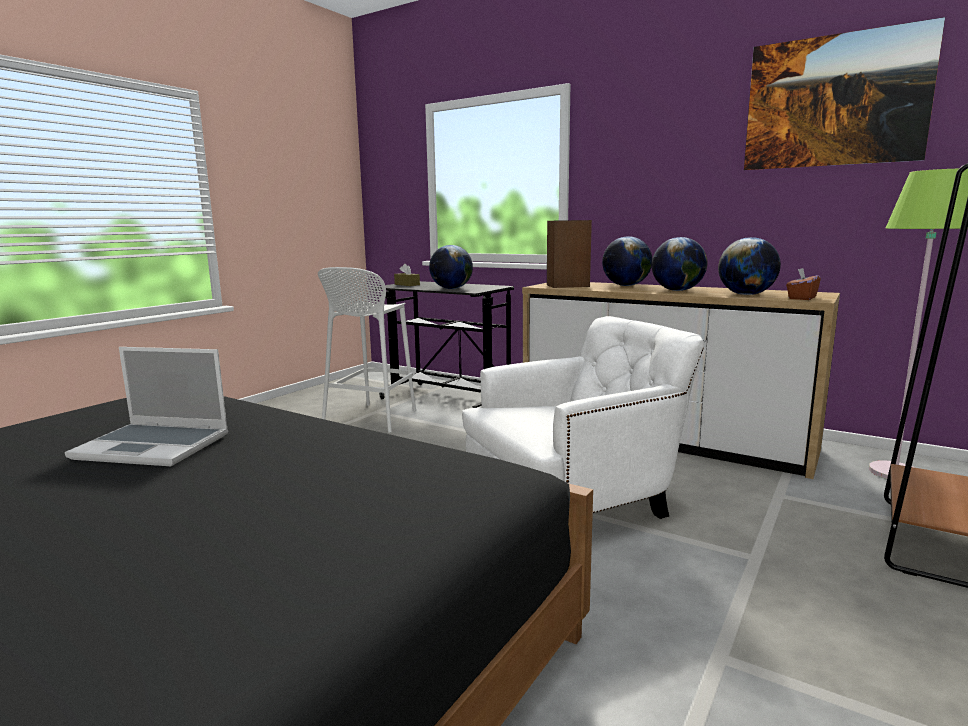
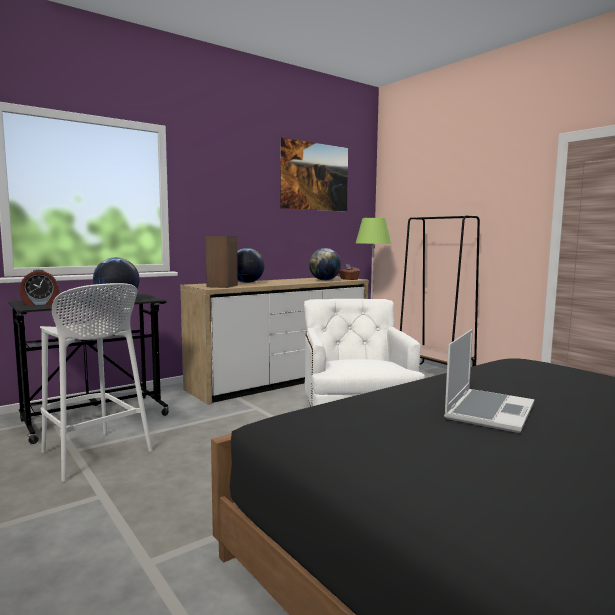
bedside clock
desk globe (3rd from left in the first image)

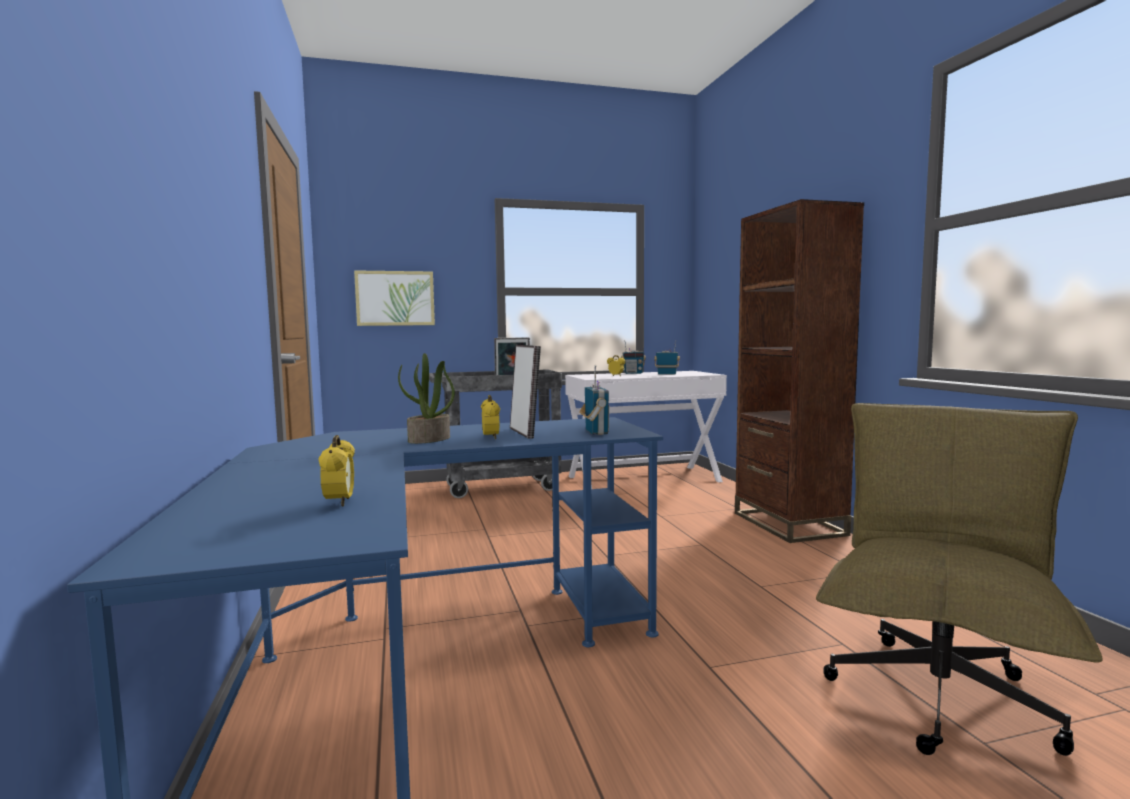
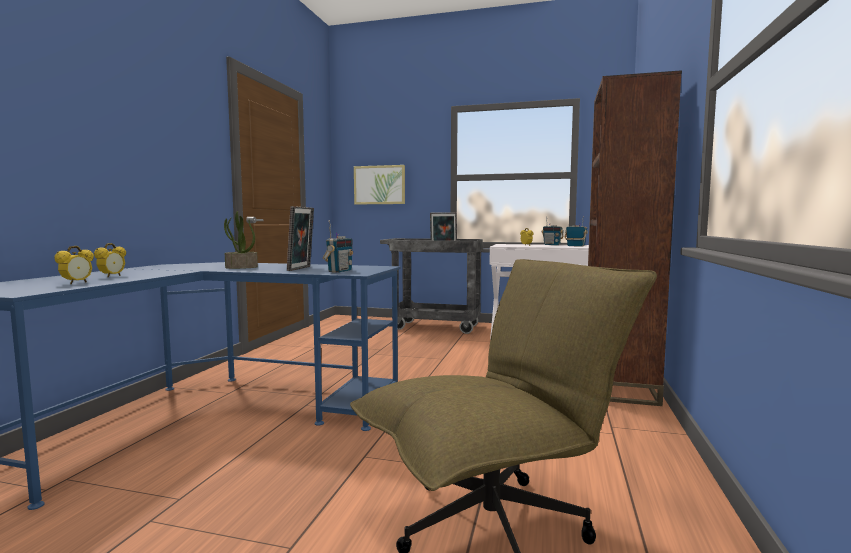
bedside clock (2nd from left)

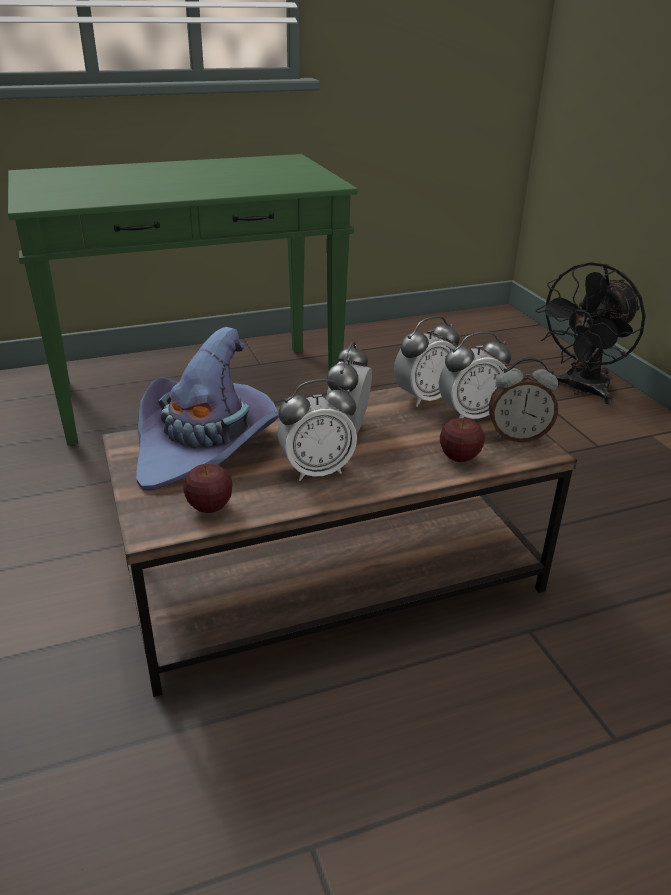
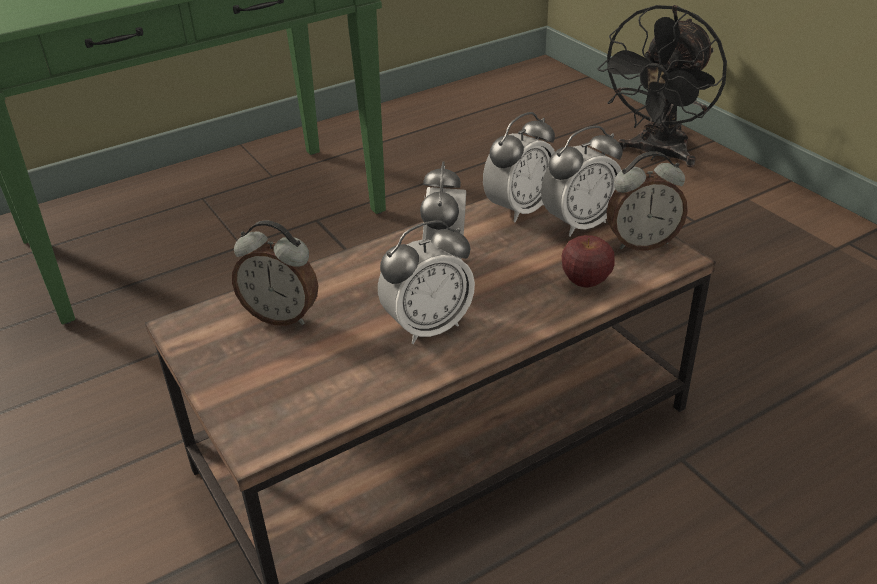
bedside clock (1st from left)
whole apple (1st from left in the first image)

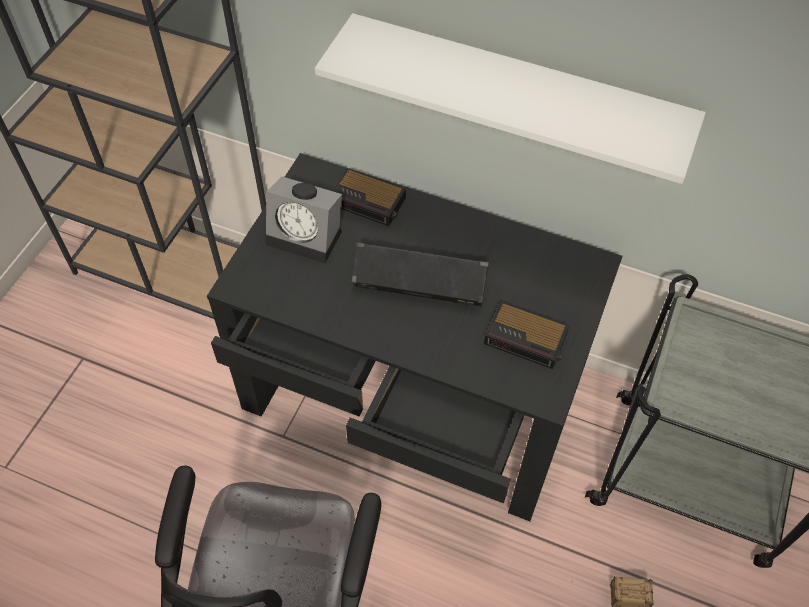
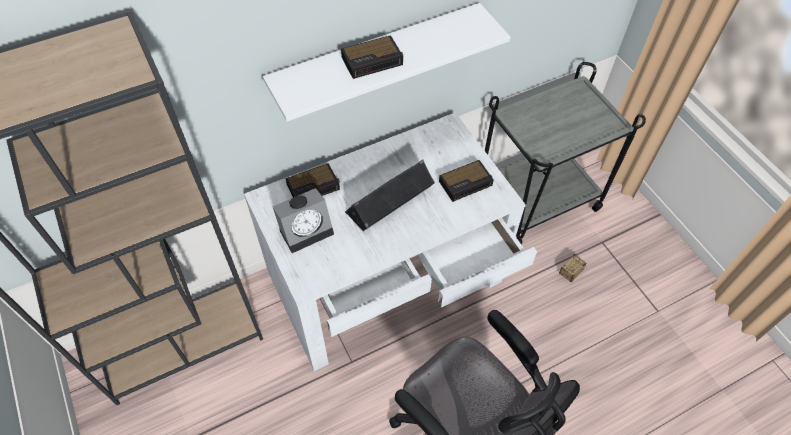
desk table/white
bedside clock (3rd from left)

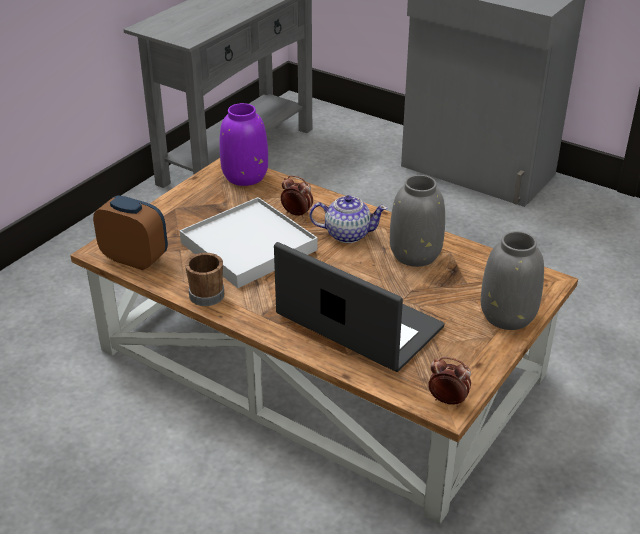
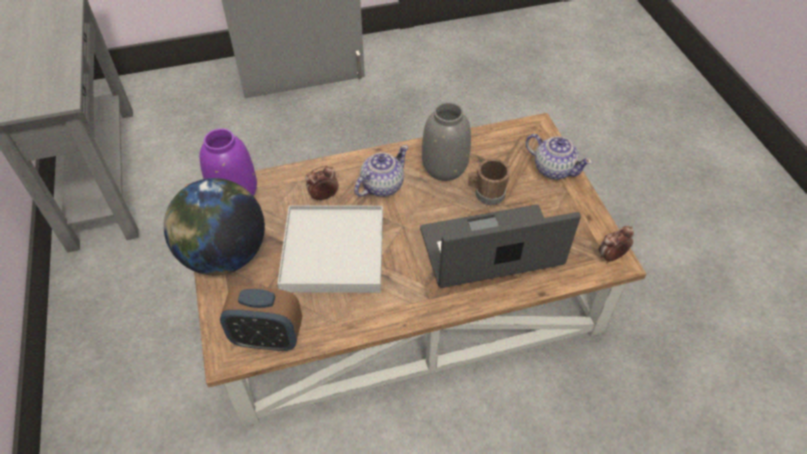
bedside clock (1st from left)
coffee mug/brownish
tea pot (2nd from left)
desk globe

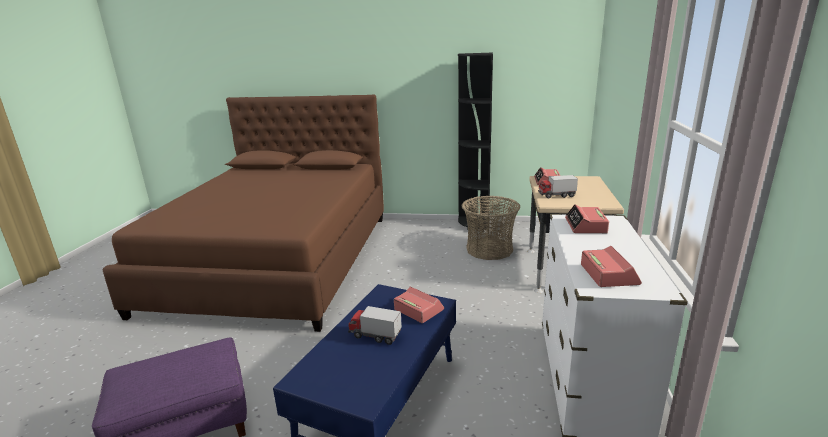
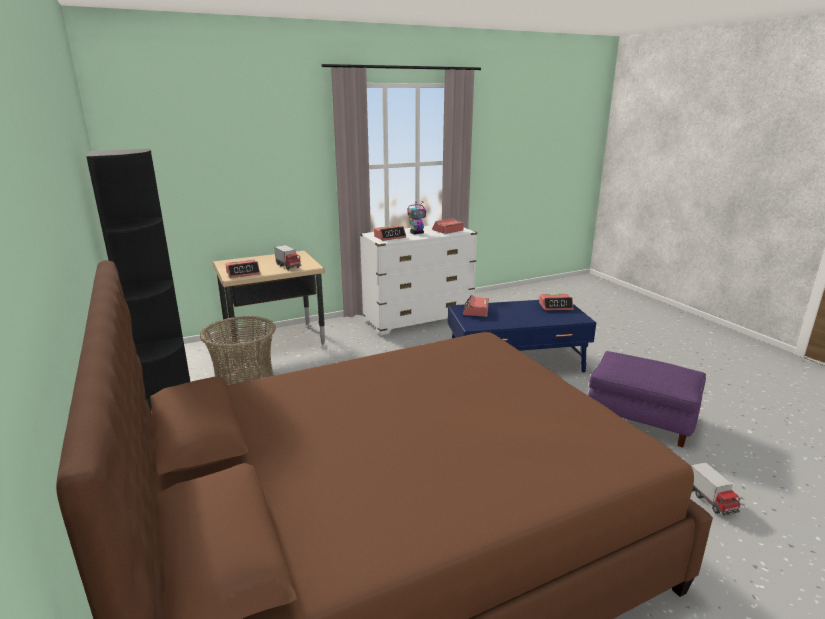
model truck (2nd from left)
model robot
bedside clock (5th from left)

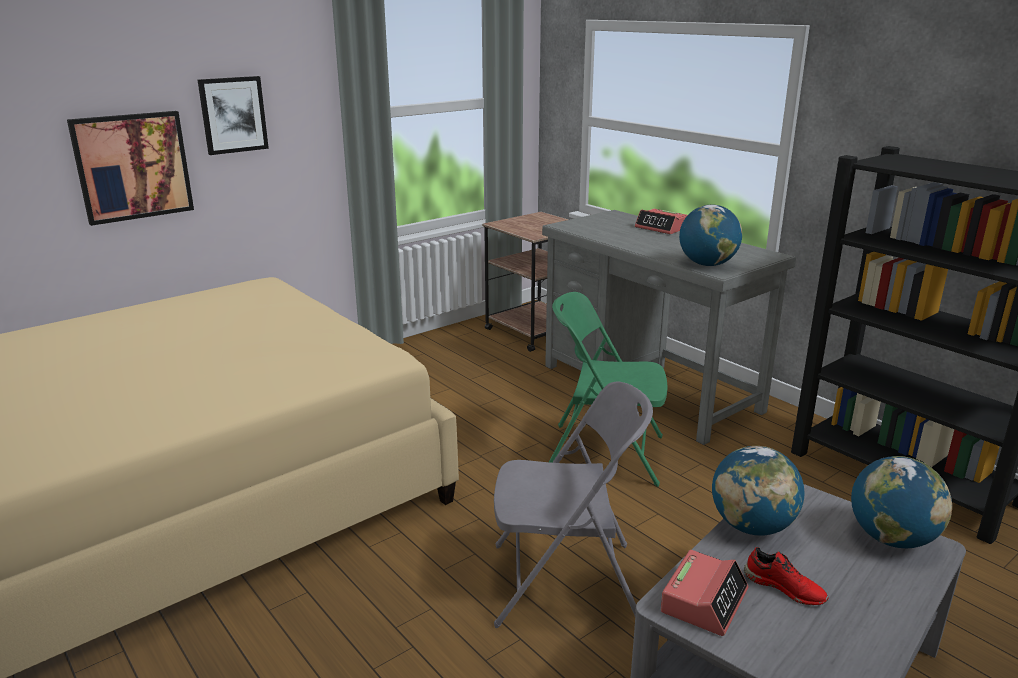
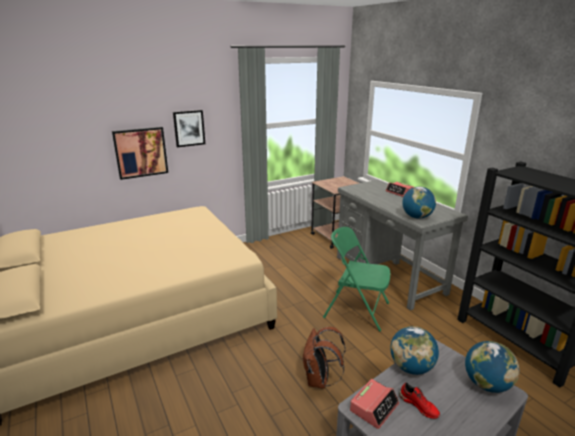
backpack/brownish

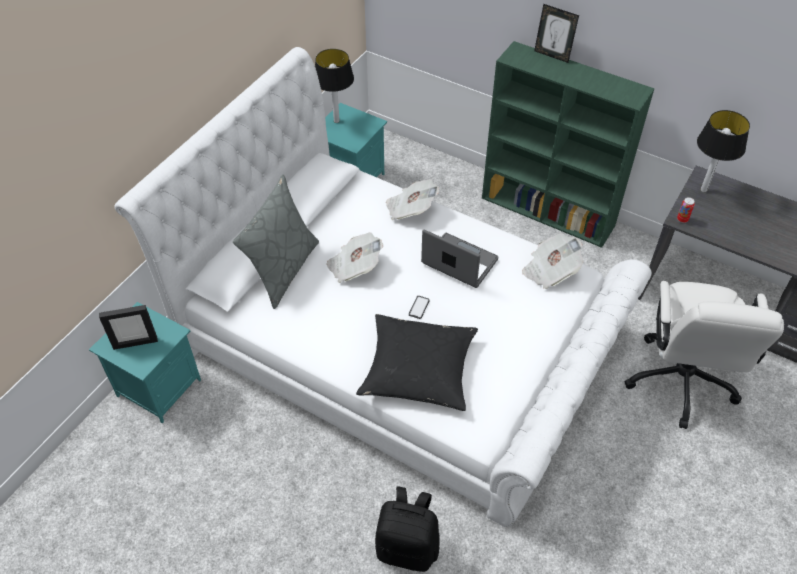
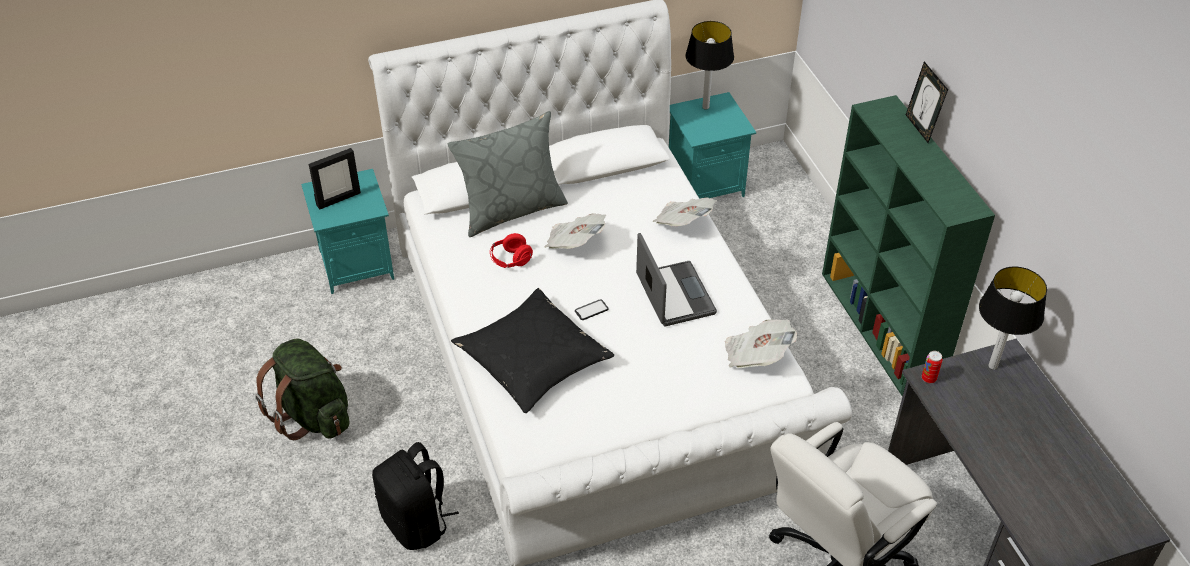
picture frame (1st from left)
backpack/greenish
headset/red-coloured

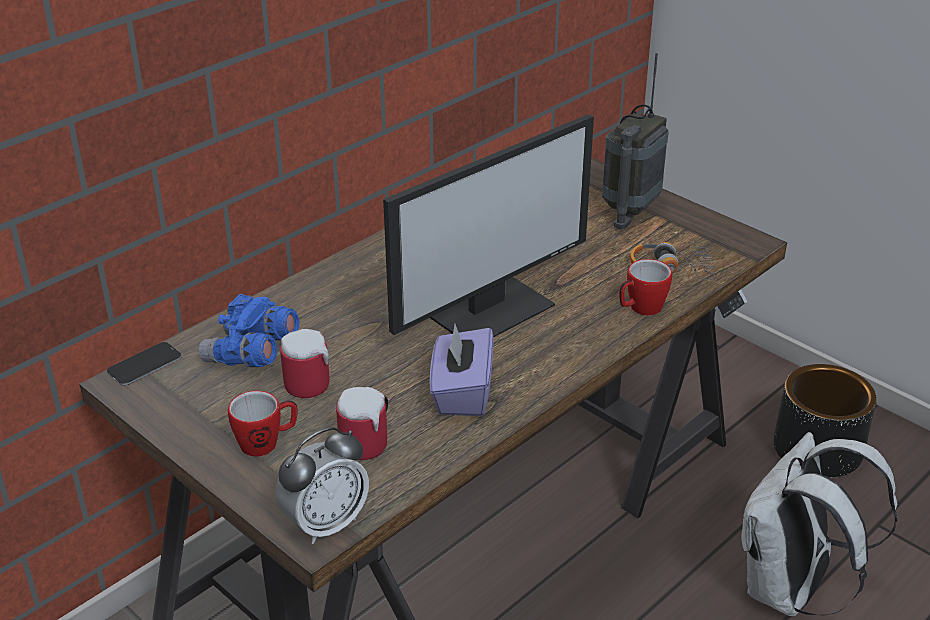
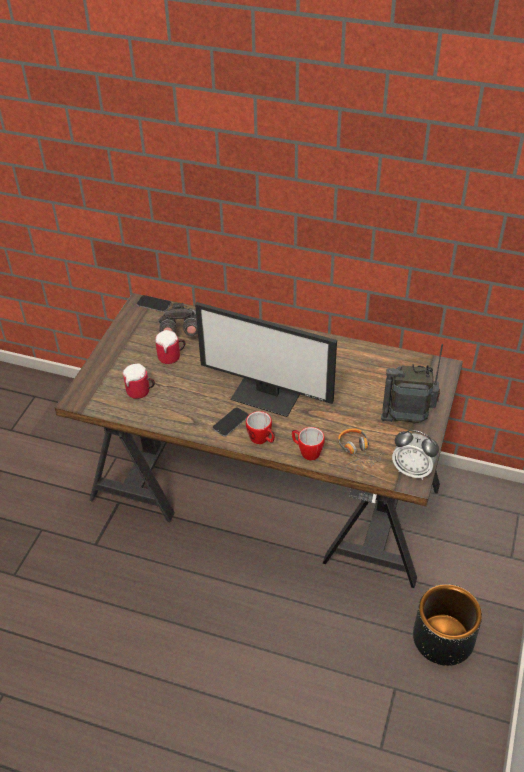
binoculars/gray
coffee mug (3rd from left)
bedside clock
box of tissues/purple-coloured
backpack/white
telephone (2nd from left)

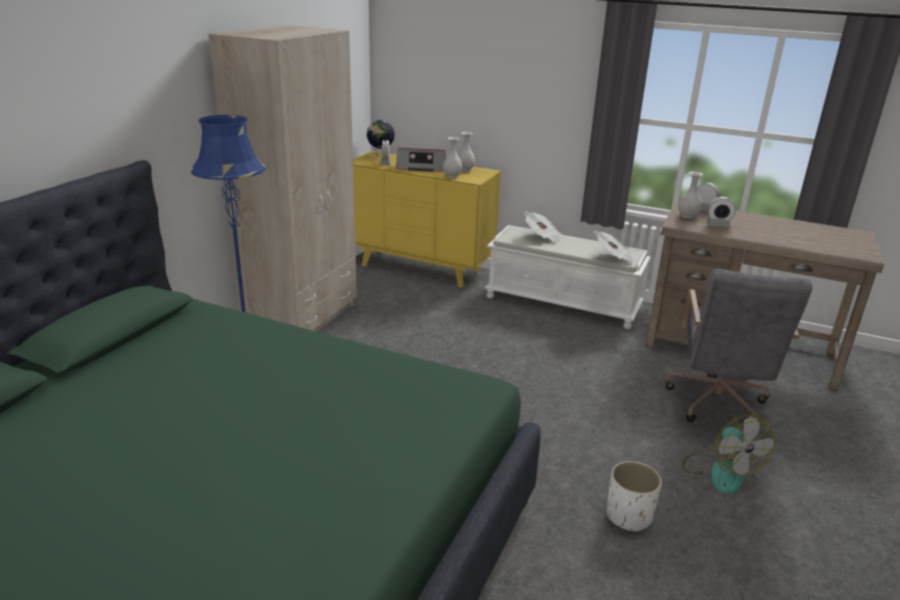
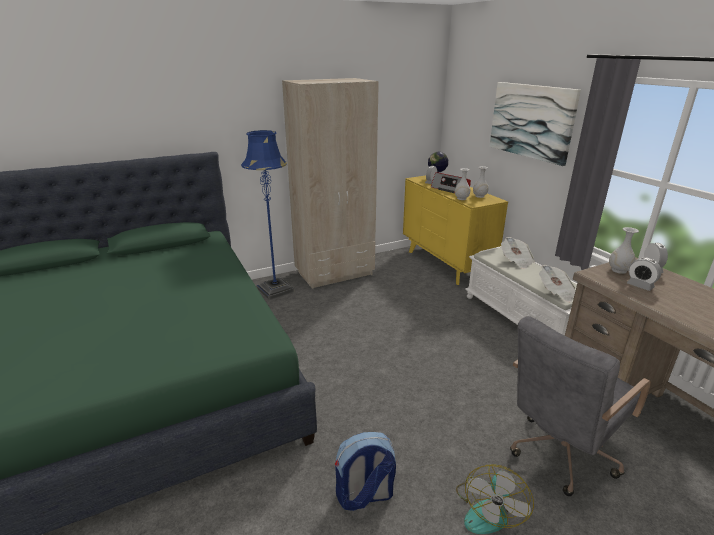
backpack
wall art

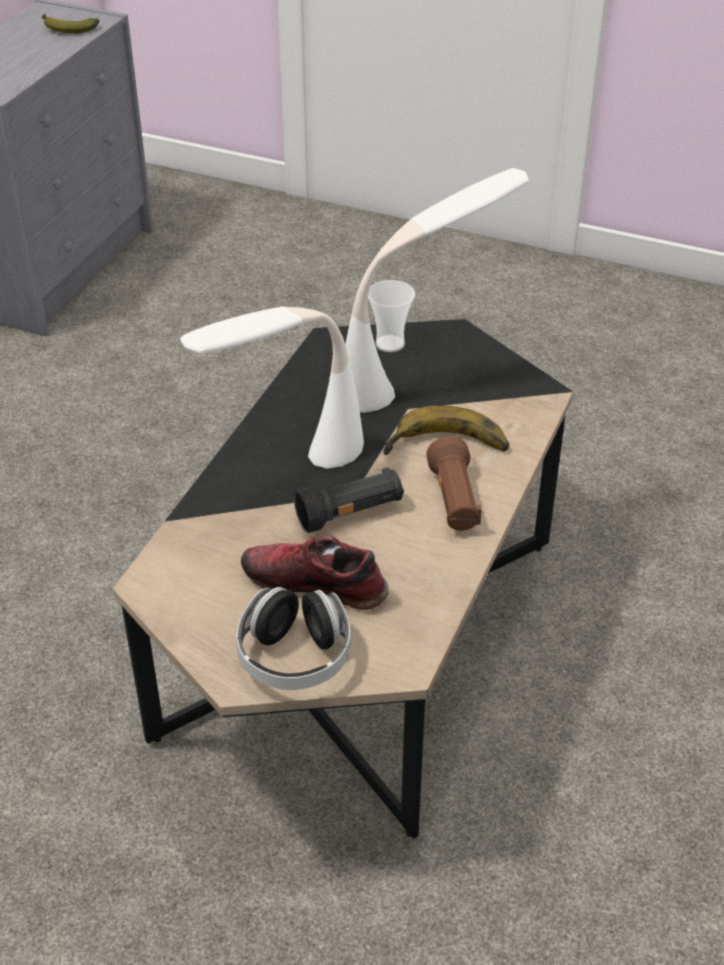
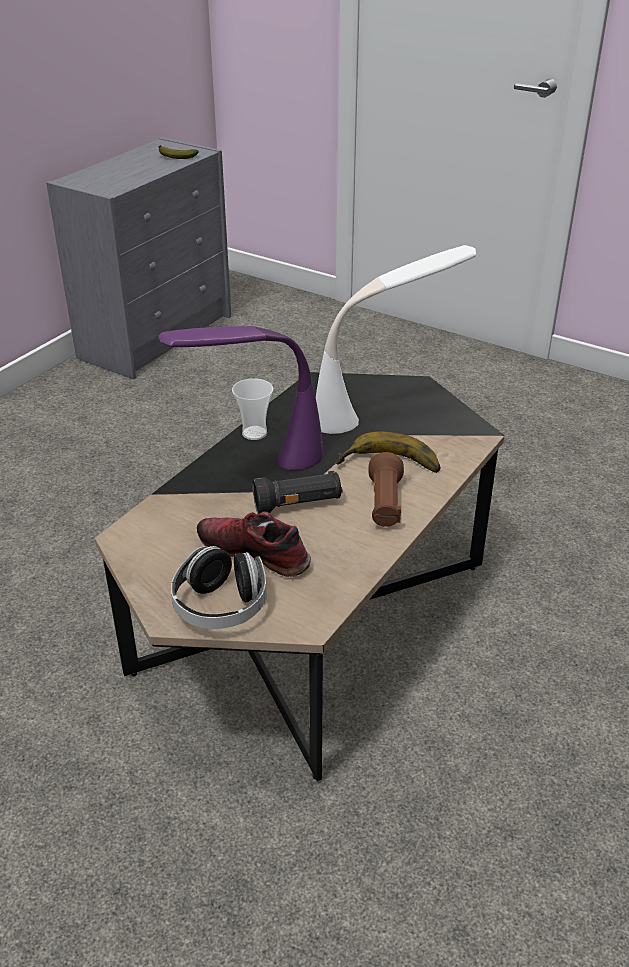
lamp for a table/purple-coloured
drinking cup

